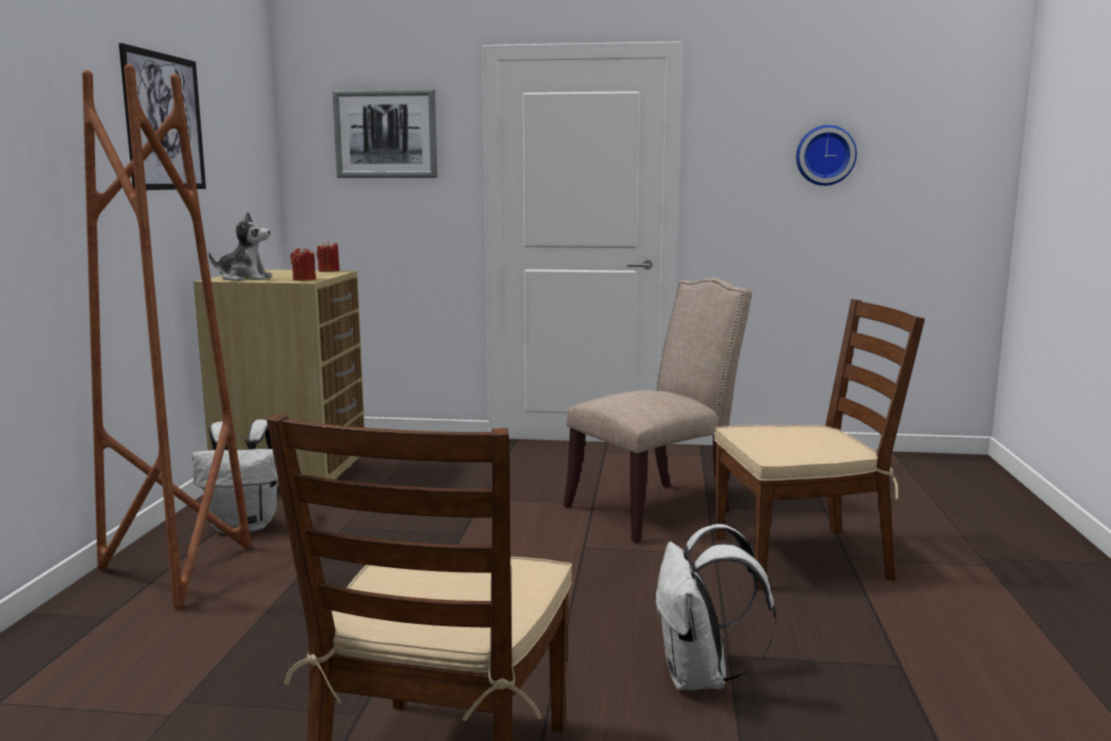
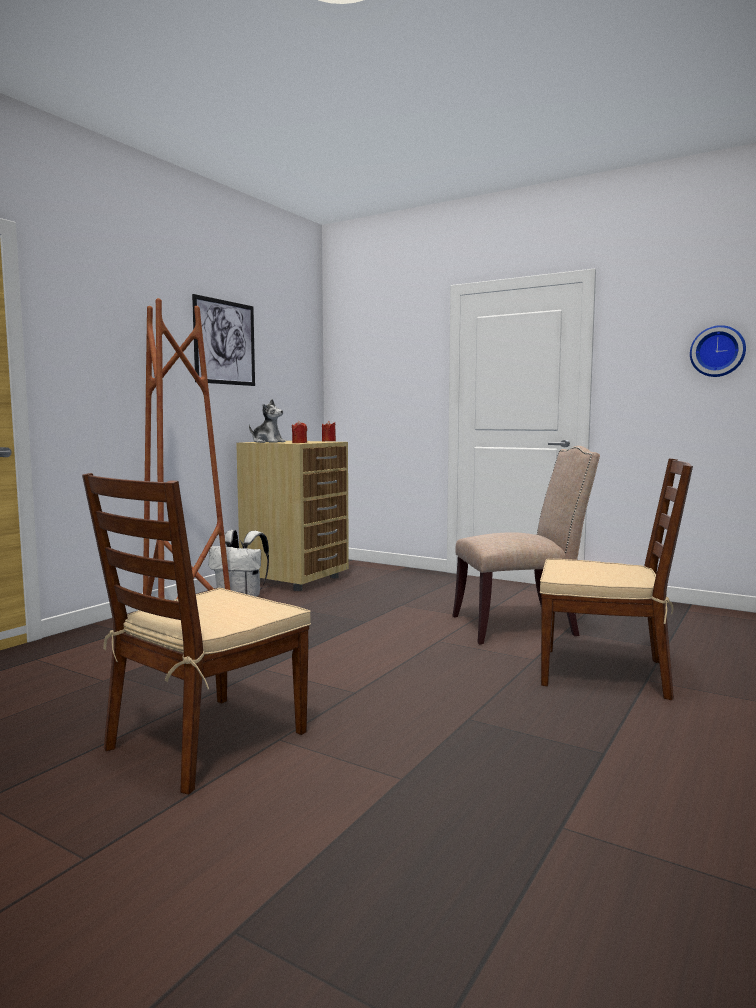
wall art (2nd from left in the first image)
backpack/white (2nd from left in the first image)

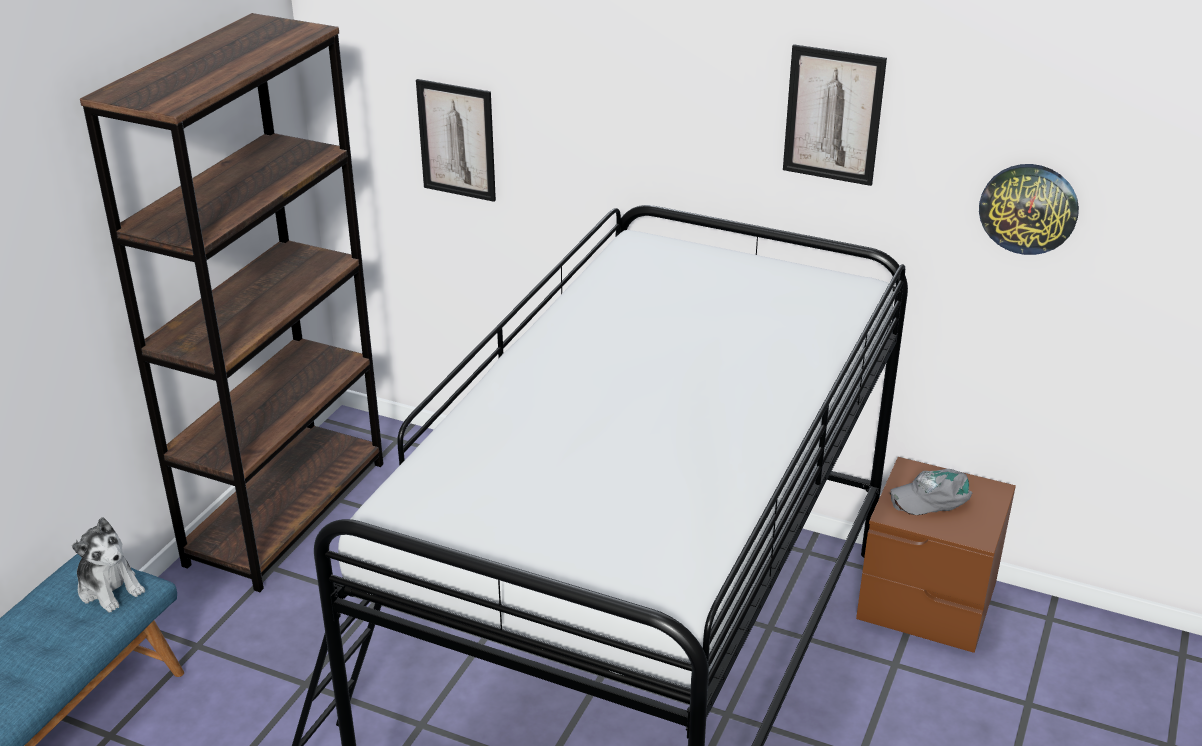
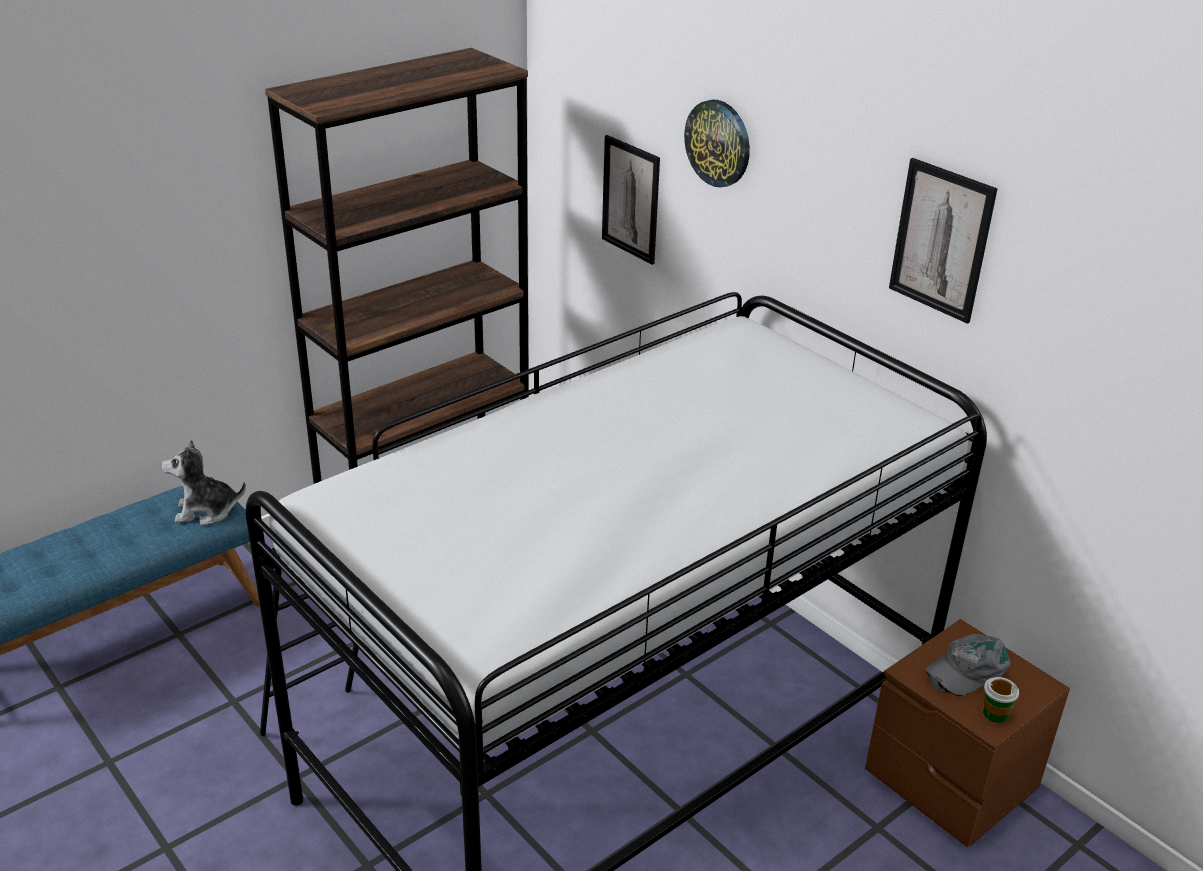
cuddly toy
cap/gray
hanging clock
drinking cup

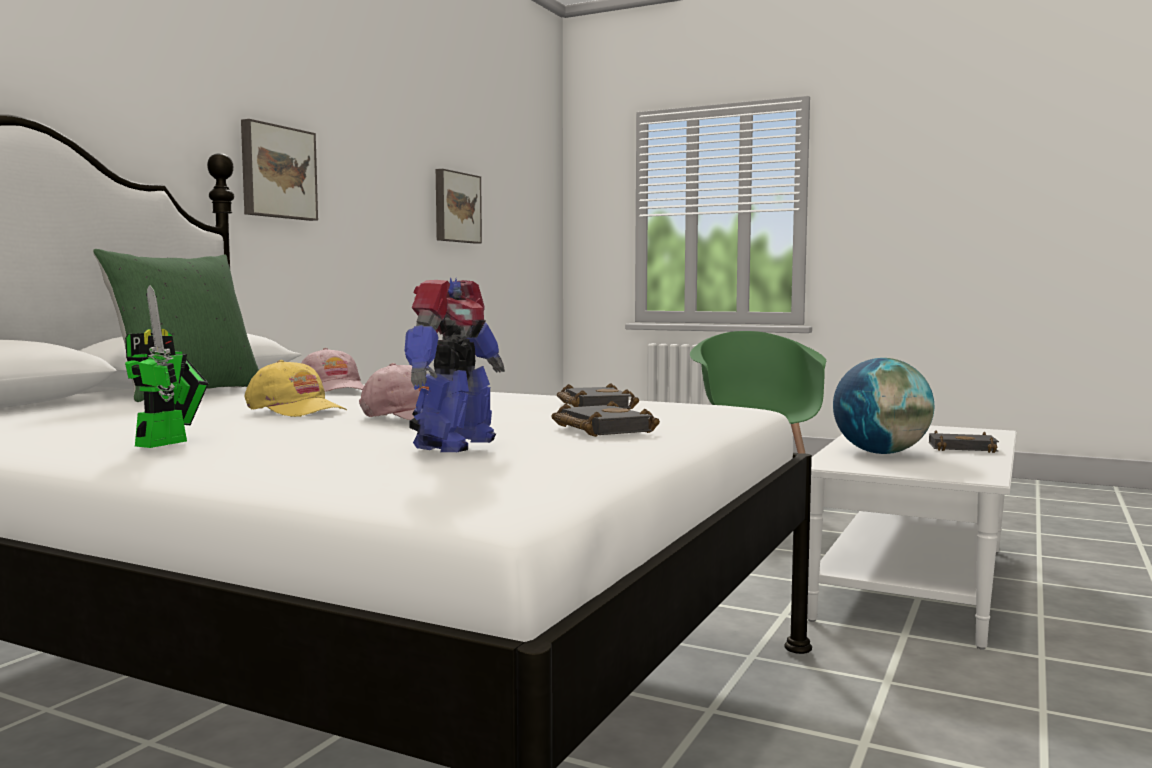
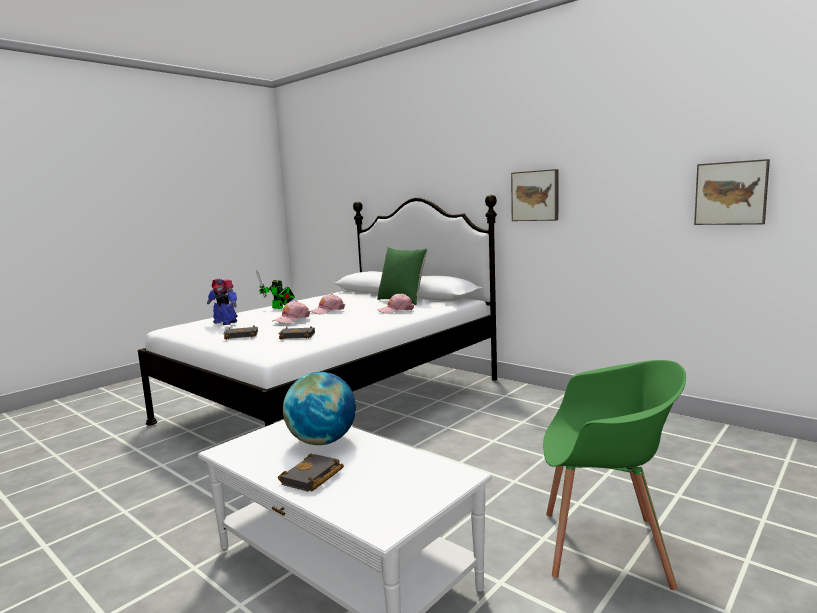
cap/pink-coloured (2nd from left)

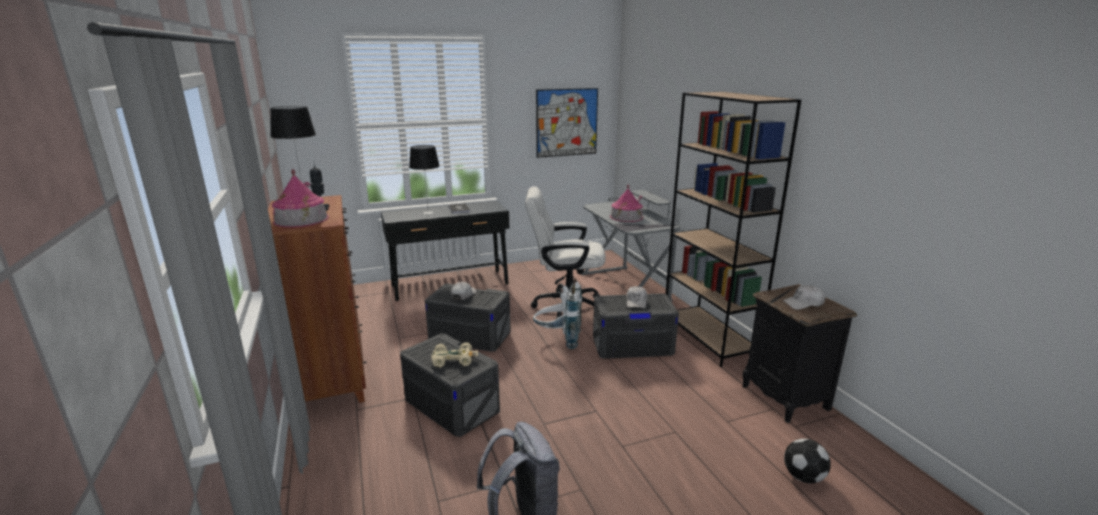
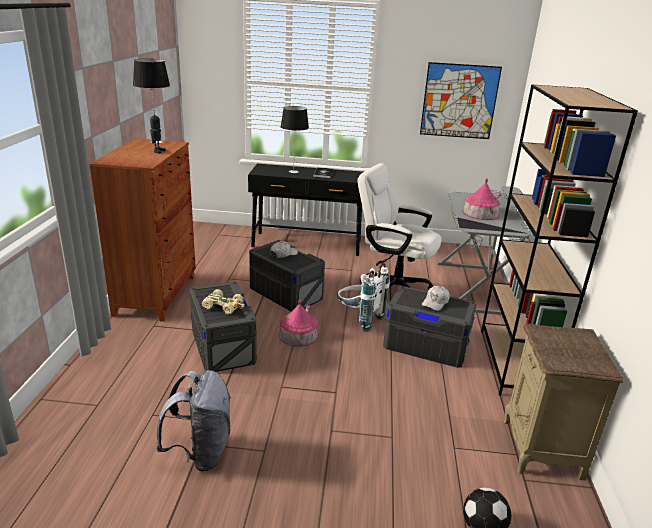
toy house (1st from left)
nightstand/sand-coloured
cap/white (3rd from left in the first image)

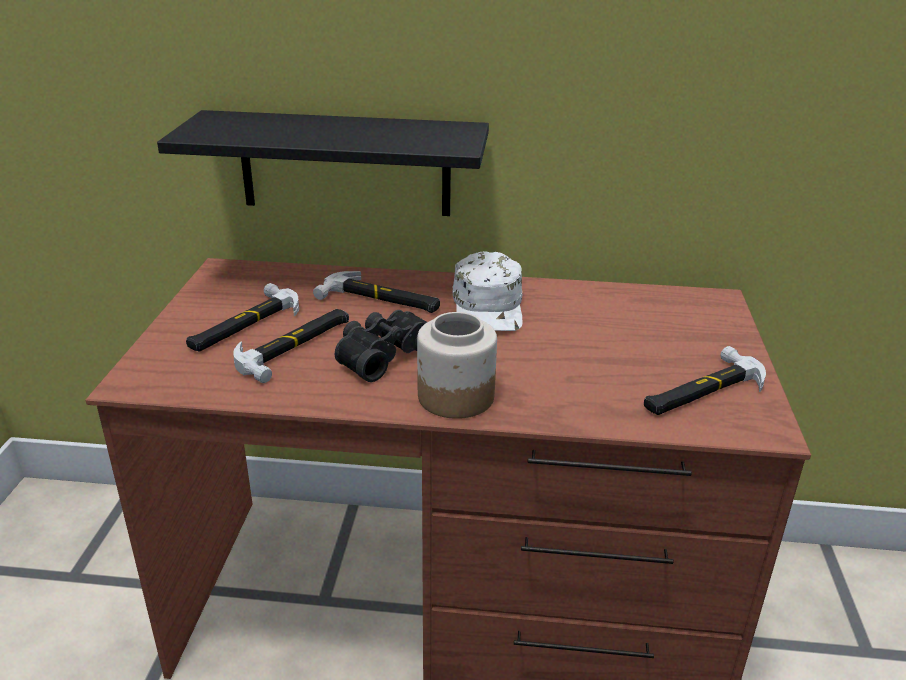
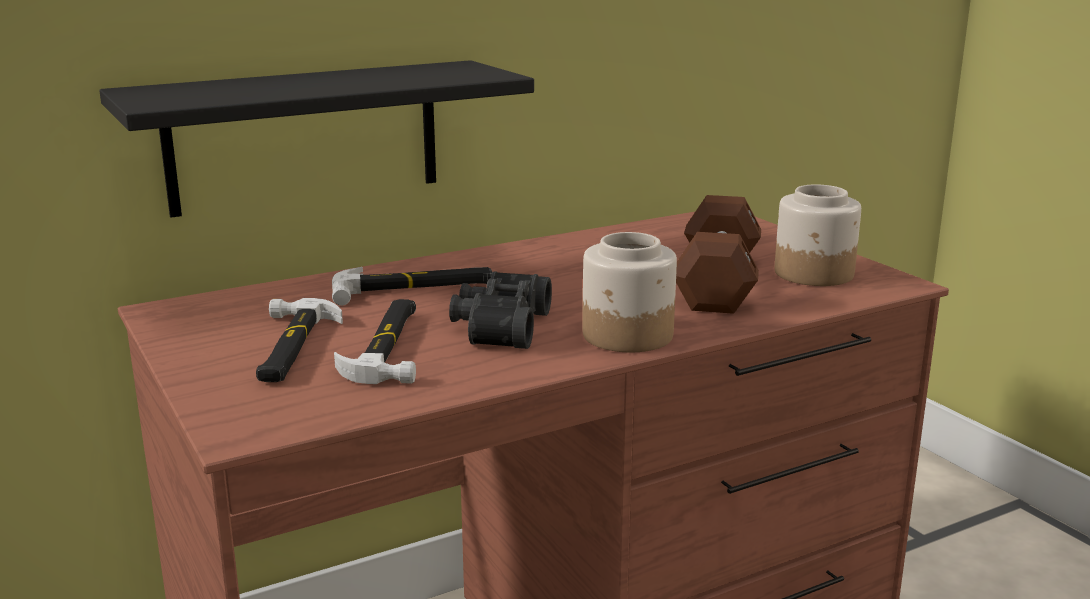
cap/white
storage jar (2nd from left)
free weight/brownish

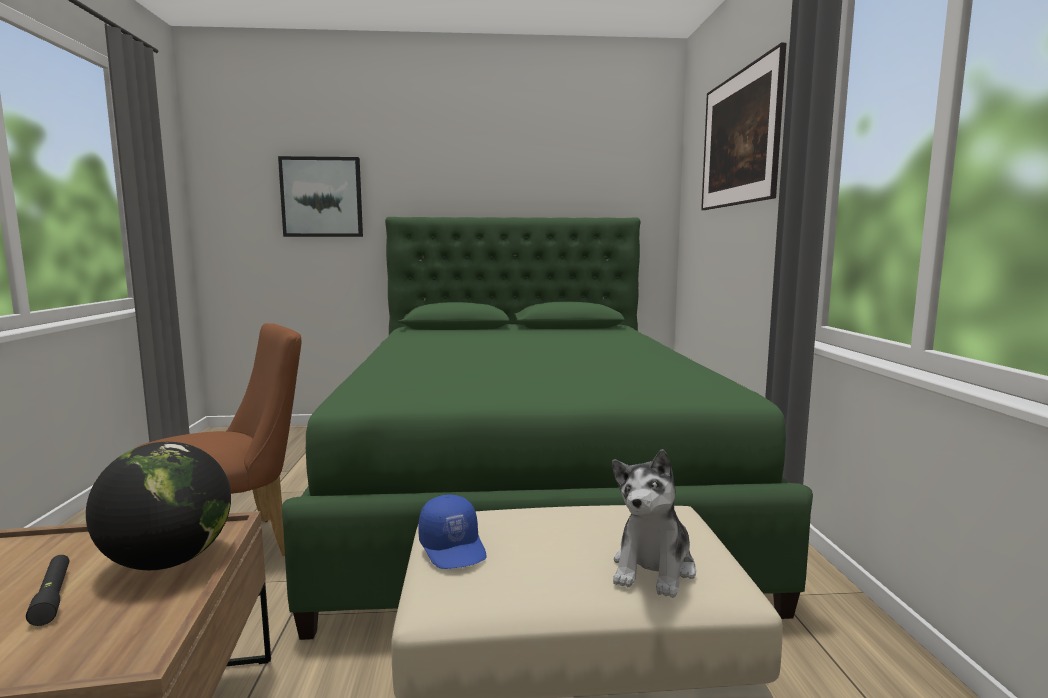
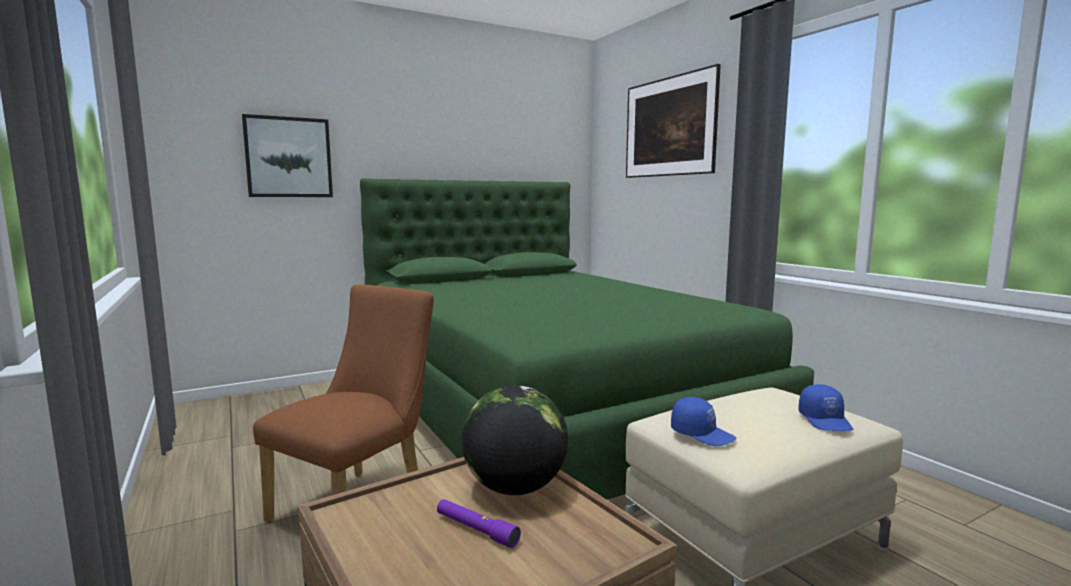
hand torch/purple-coloured
cap/blue (2nd from left)

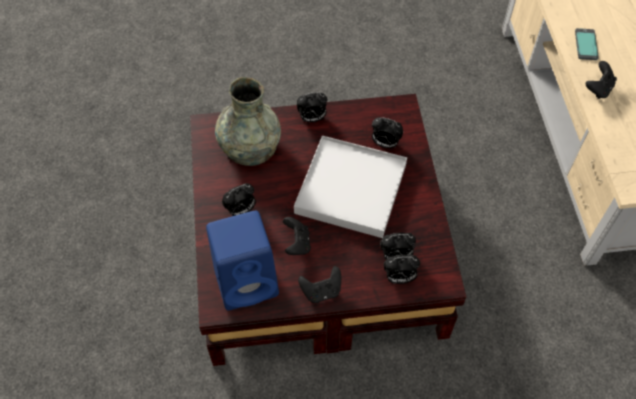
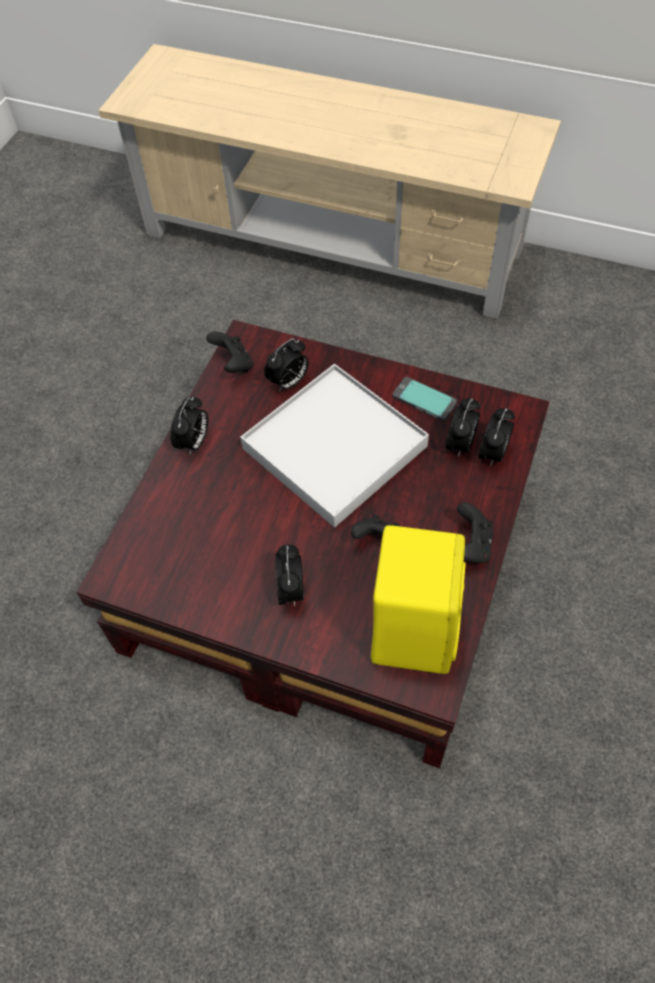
loudspeaker/yellow
decorative vase/gray
telephone
gamepad/black-coloured (1st from left)

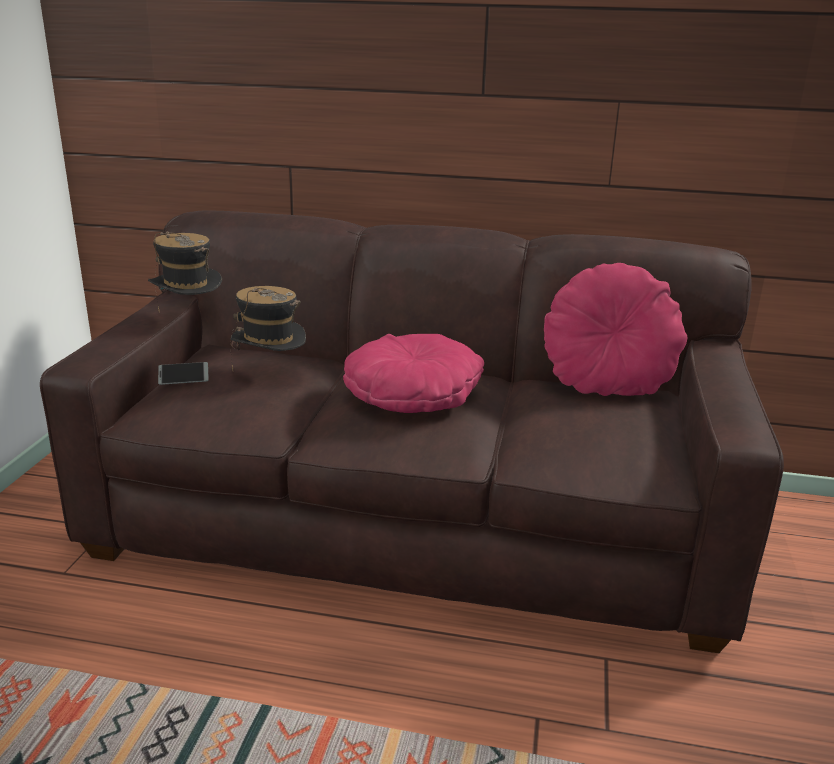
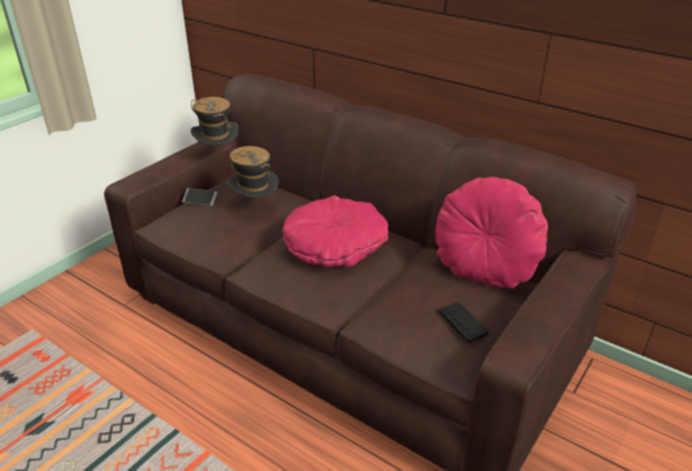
gamepad/black-coloured

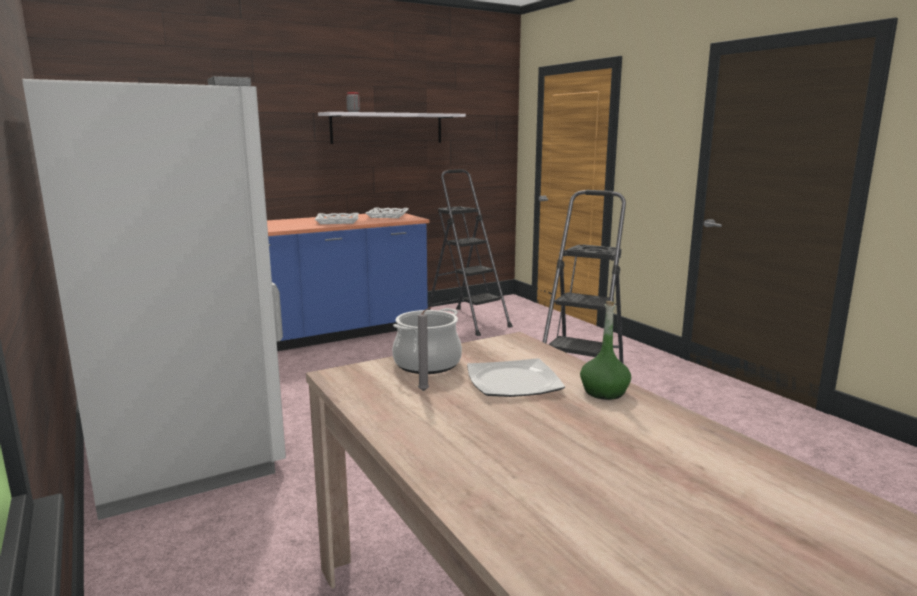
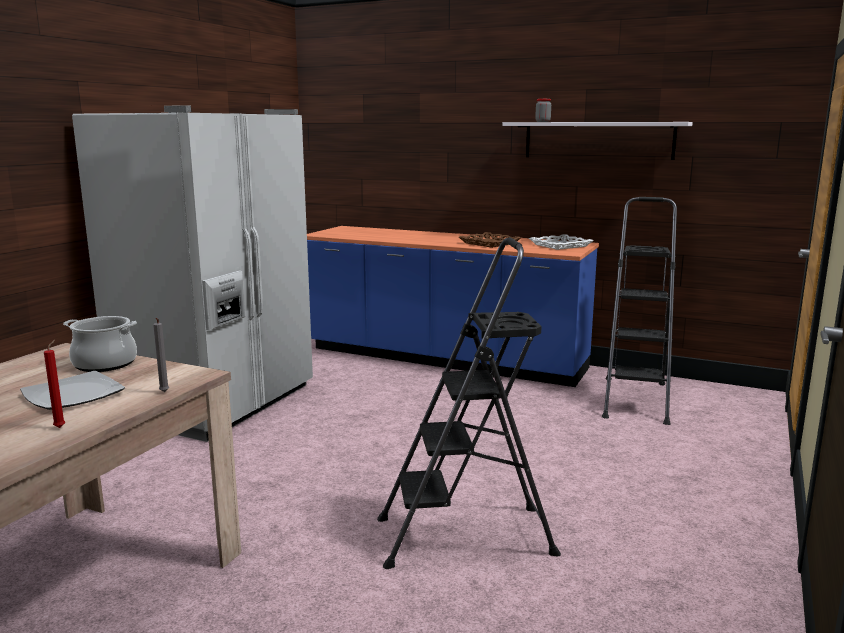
tray/brownish
wax candle/gray
wax candle/red-coloured

